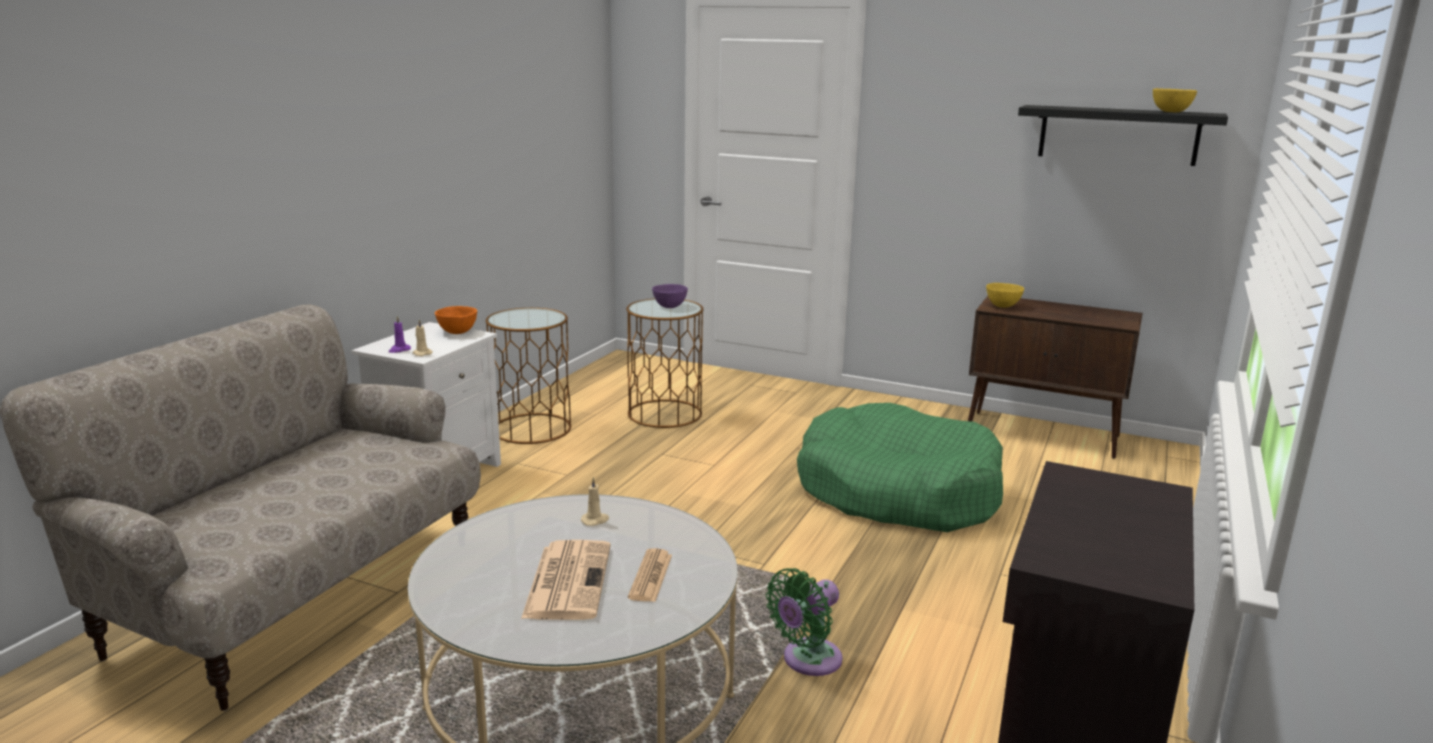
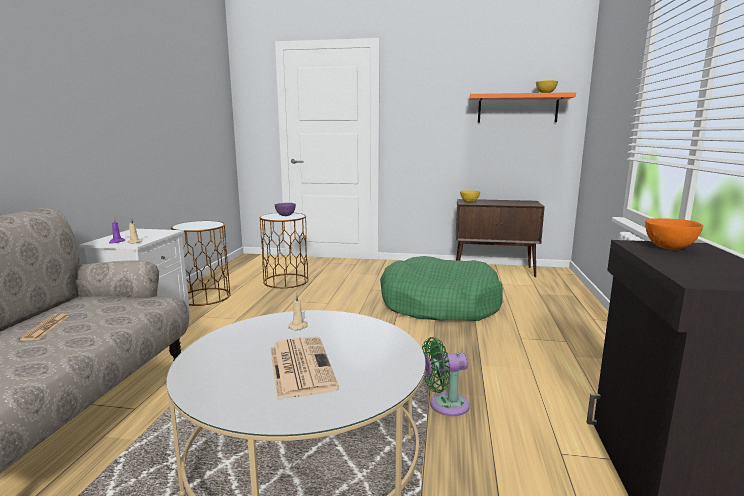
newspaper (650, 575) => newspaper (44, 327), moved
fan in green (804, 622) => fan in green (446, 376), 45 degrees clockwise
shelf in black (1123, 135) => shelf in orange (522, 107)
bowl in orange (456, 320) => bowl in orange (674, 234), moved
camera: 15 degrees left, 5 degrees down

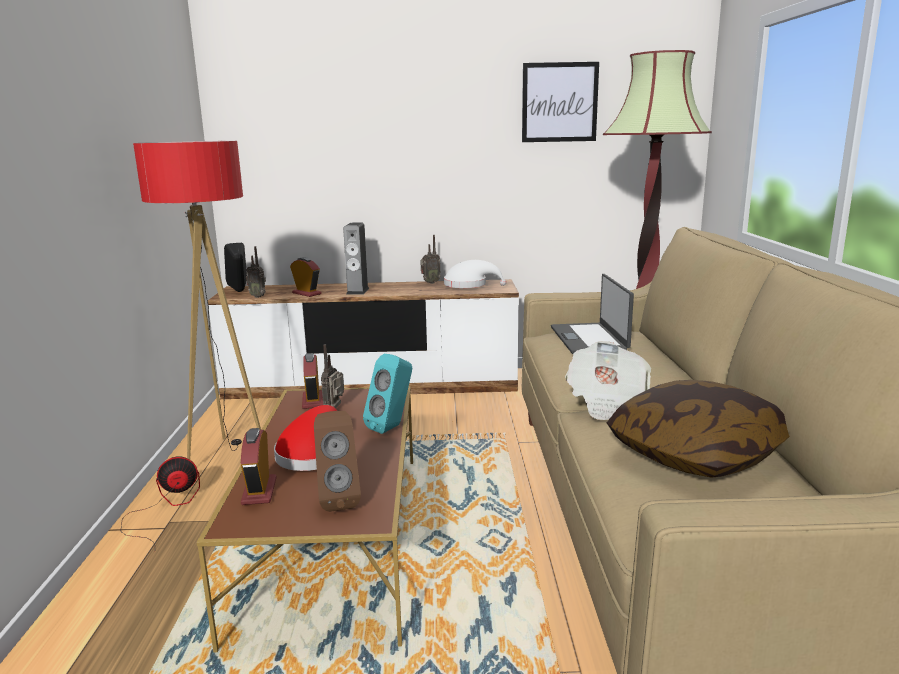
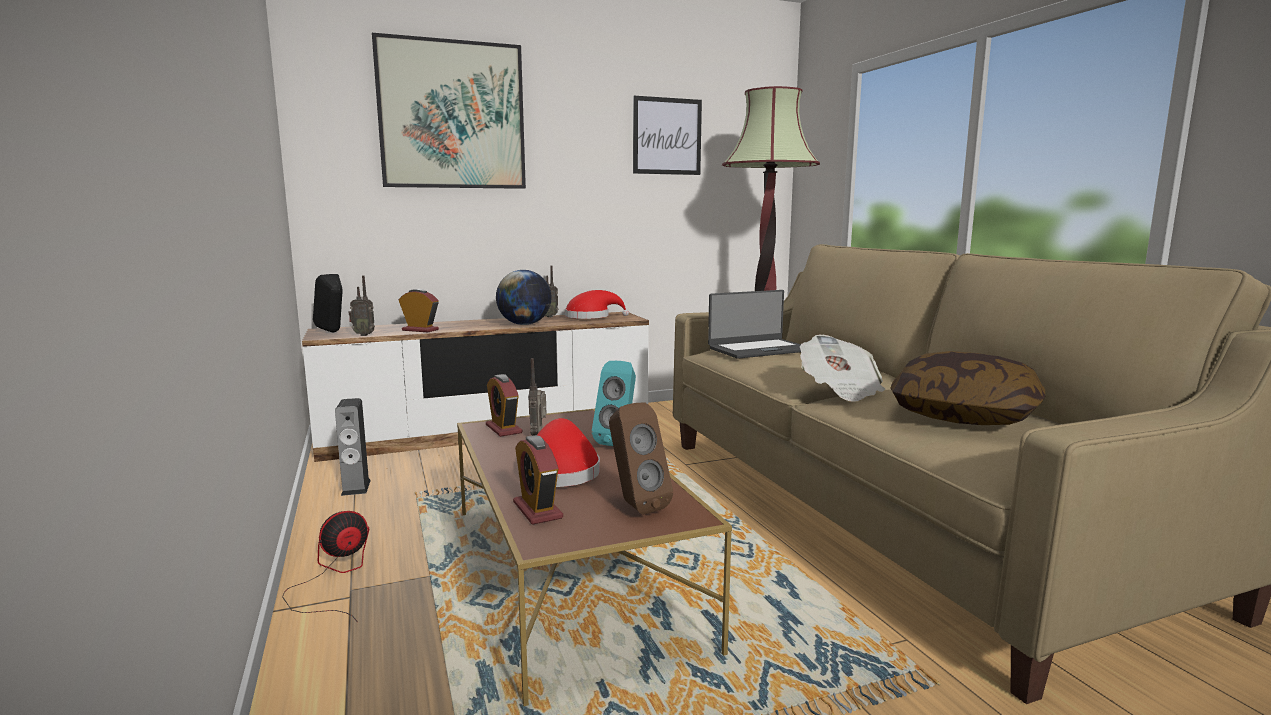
speaker (356, 259) => speaker (353, 447), moved
nothing => picture (449, 111)
nothing => globe (524, 297)
hat in white (475, 274) => hat in red (597, 304)
laptop (592, 314) => laptop (754, 324), 90 degrees counterclockwise
floor lamp (197, 300) => nothing
camera: 20 degrees left, 5 degrees down

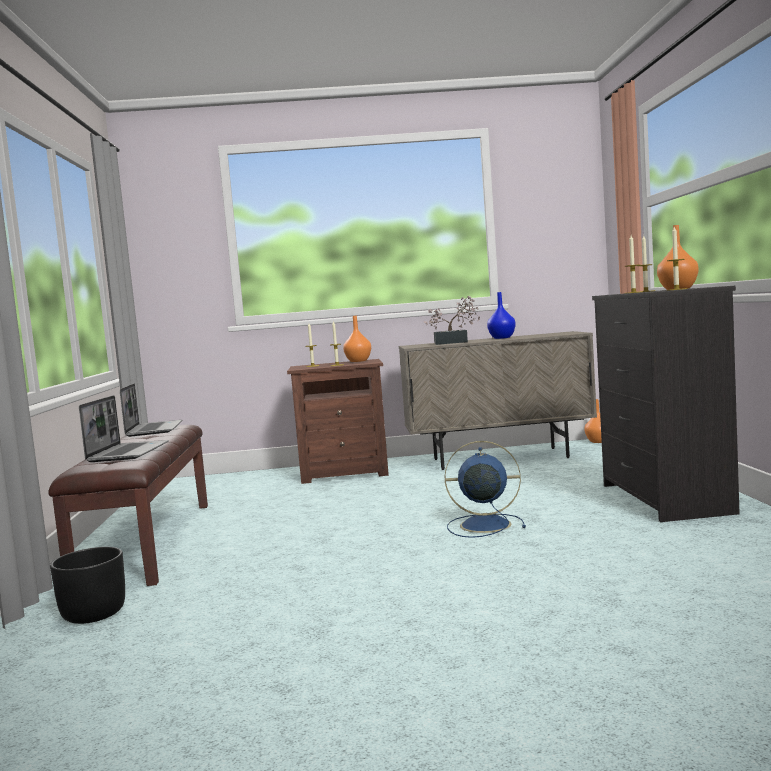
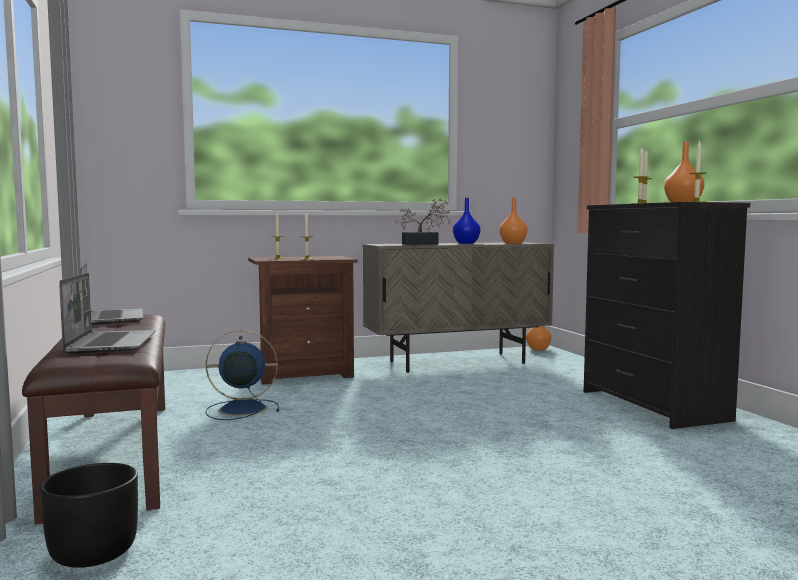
fan in blue (485, 489) => fan in blue (242, 375), moved
vase in orange (357, 339) => vase in orange (513, 220), moved
camera: 15 degrees left, 0 degrees up

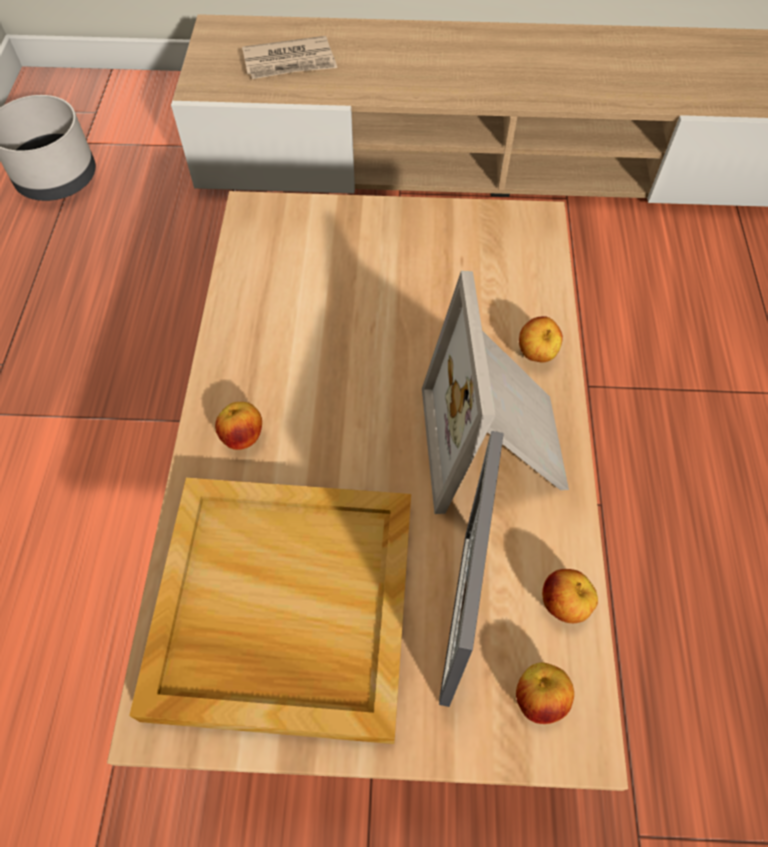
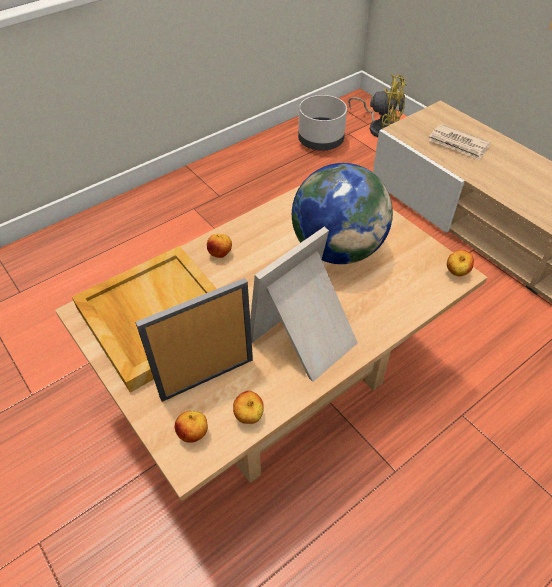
nothing => globe (342, 213)
nothing => fan in yellow (377, 105)
apple (541, 339) => apple (460, 263), moved
camera: 50 degrees right, 10 degrees down

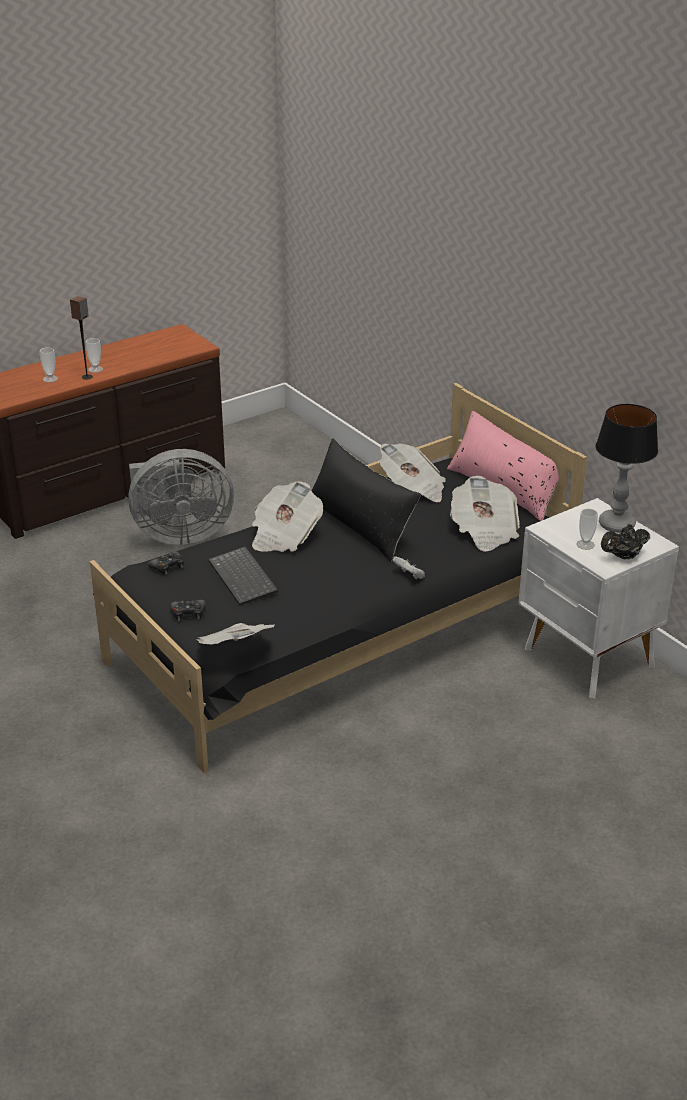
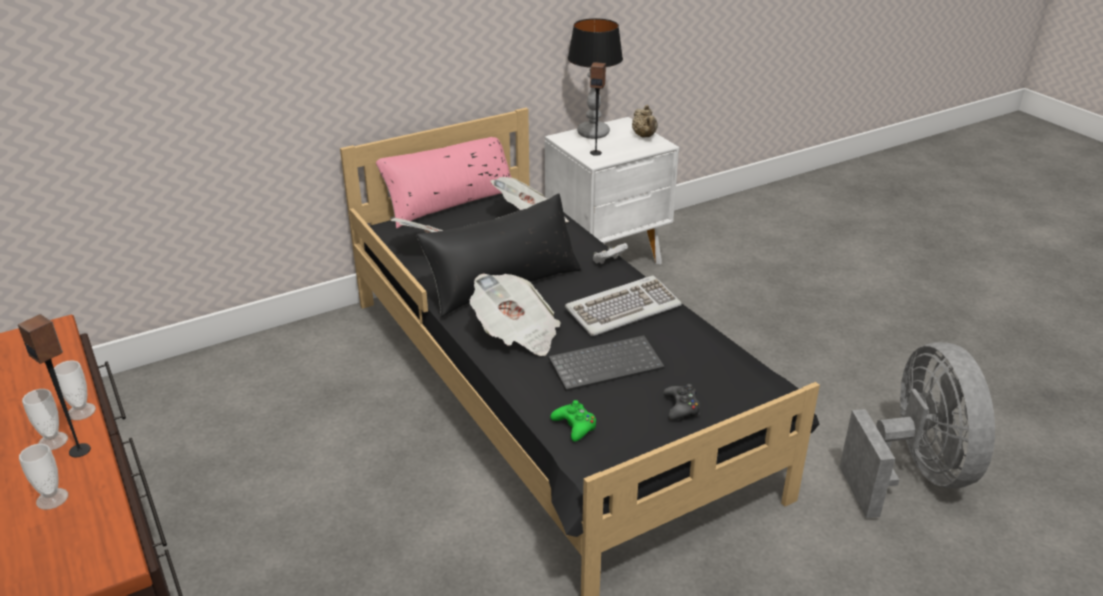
cup (587, 529) => cup (75, 390), moved
game controller in black (166, 563) => game controller in green (573, 421)
nothing => keyboard (623, 305)
nothing => speaker (598, 109)
teapot in black (625, 541) => teapot in beige (645, 121)
fan in grey (181, 497) => fan in grey (917, 430), moved
newspaper (236, 633) => nothing
camera: 85 degrees left, 0 degrees up

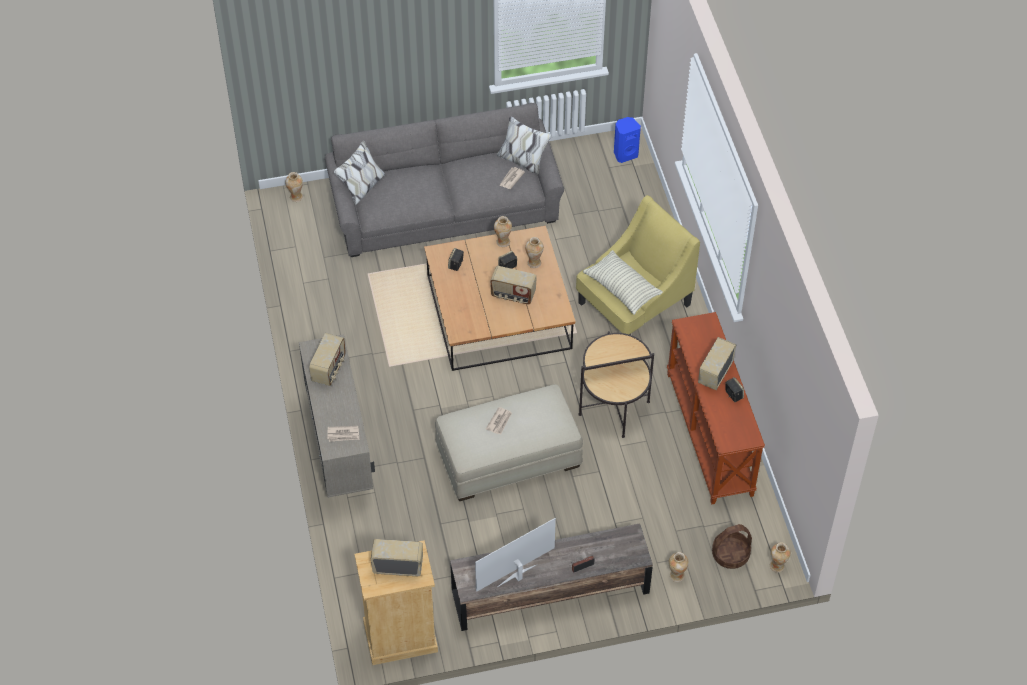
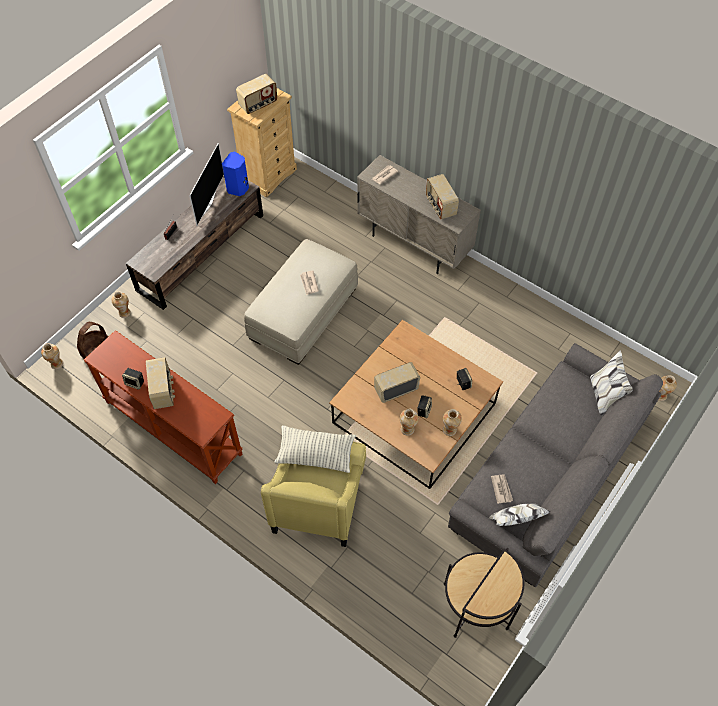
speaker in blue (627, 140) => speaker in blue (235, 174), moved
side table (616, 384) => side table (484, 593), moved
camera: 140 degrees right, 5 degrees up

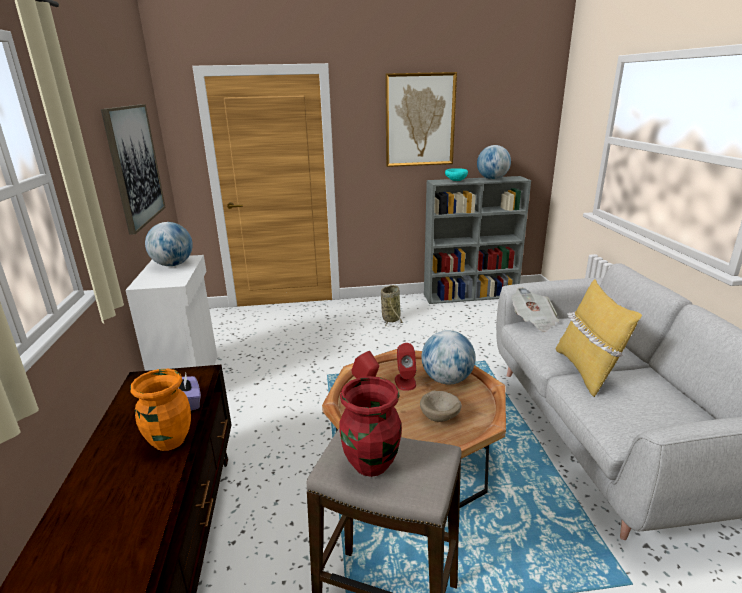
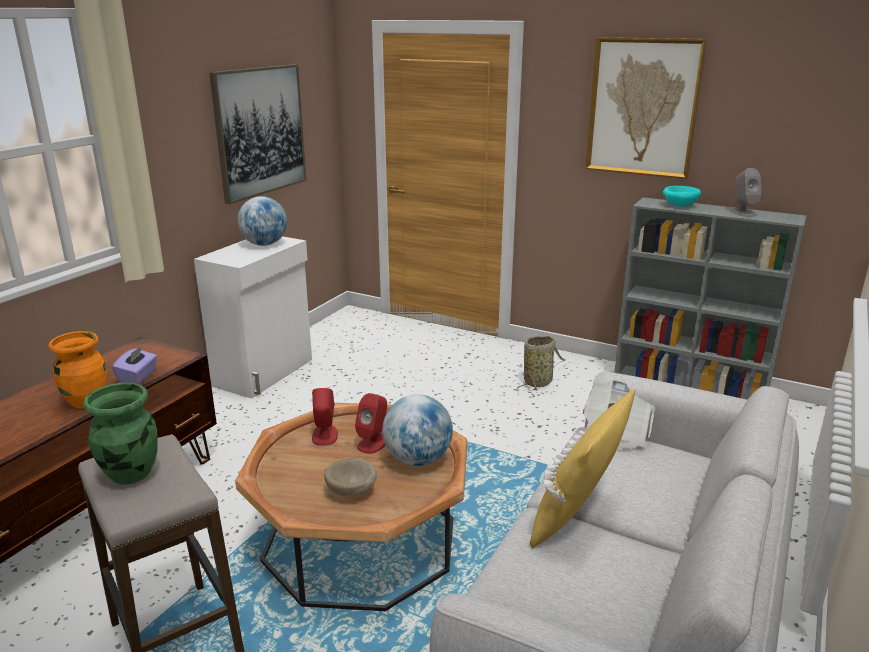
vase in red (370, 426) => vase in green (120, 433)
globe (494, 162) => speaker in grey (746, 192)
camera: 35 degrees right, 0 degrees up

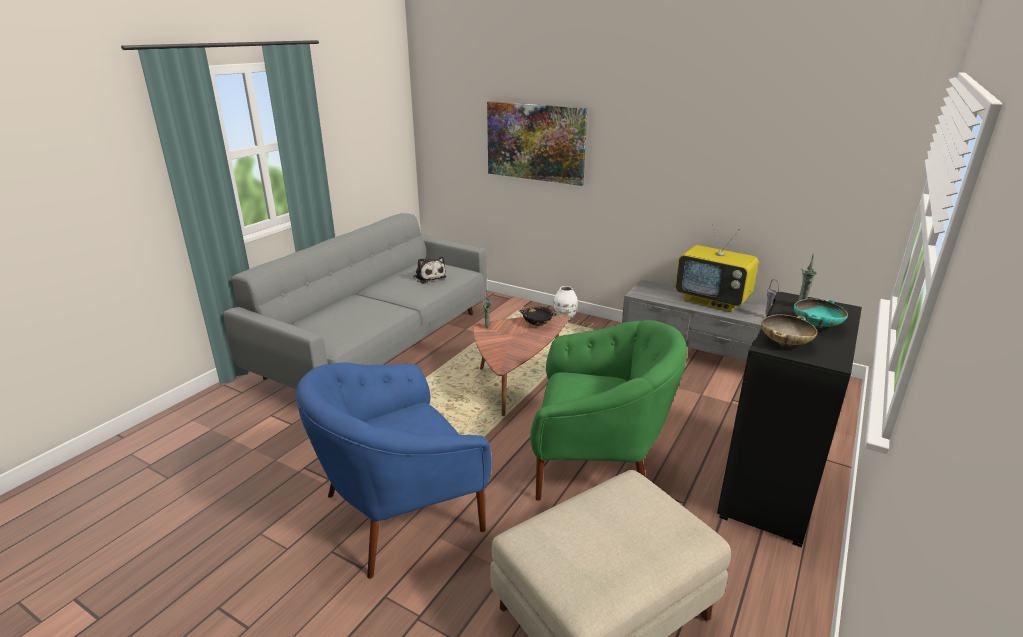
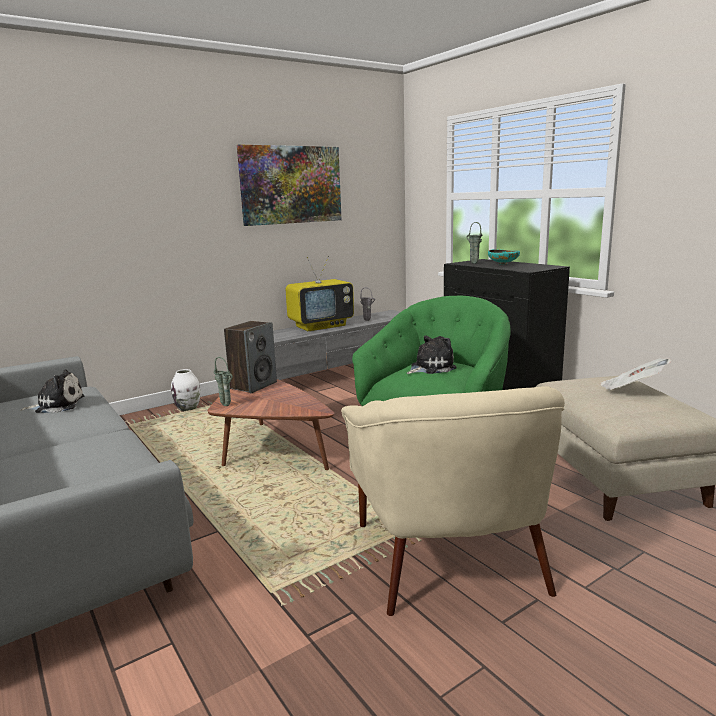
bowl in black (538, 316) => speaker (250, 357)
picture (537, 143) => picture (289, 185), moved
armchair in blue (394, 470) => armchair in beige (453, 501)
nothing => plush toy (432, 354)
nothing => newspaper (635, 374)
bowl in beige (789, 330) => nothing
camera: 65 degrees left, 10 degrees down

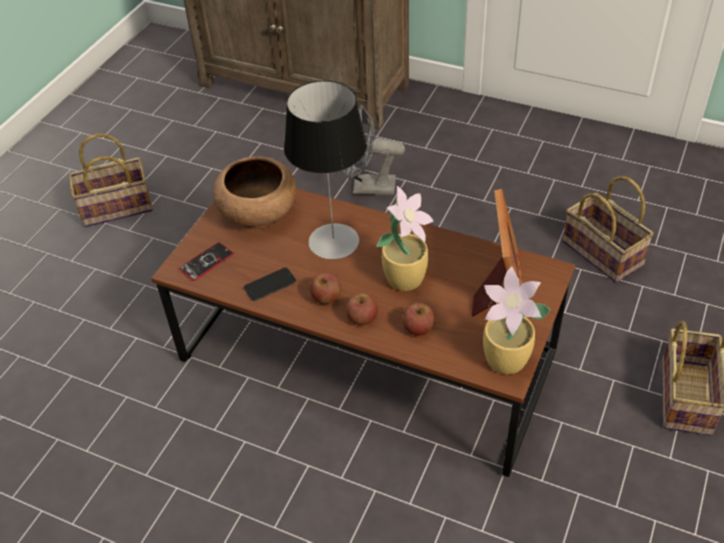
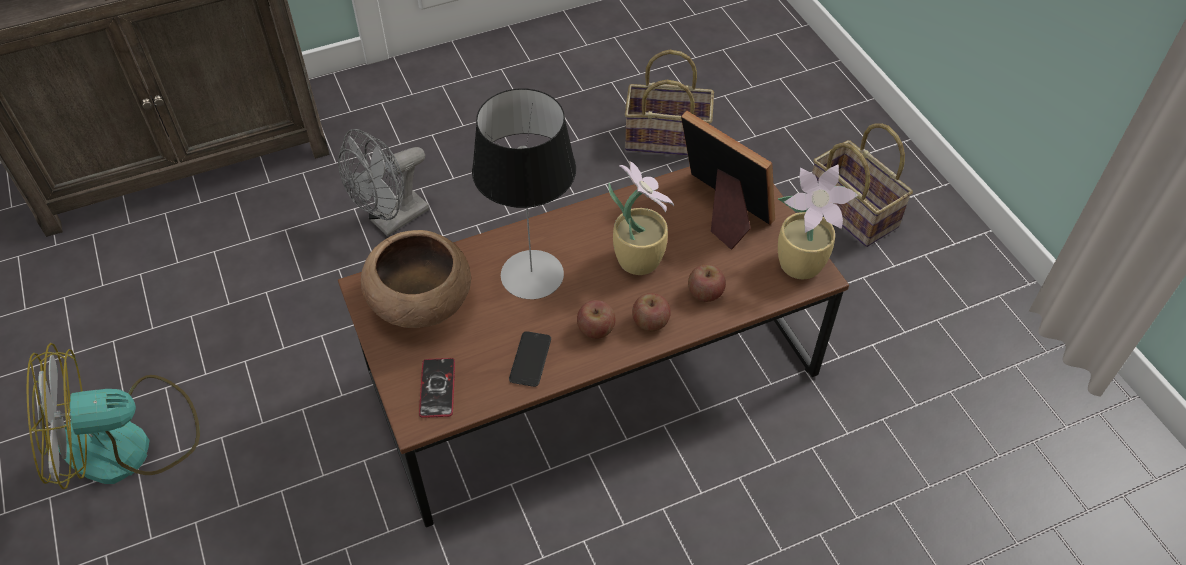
basket (111, 180) => fan (113, 416)
camera: 50 degrees left, 5 degrees up

